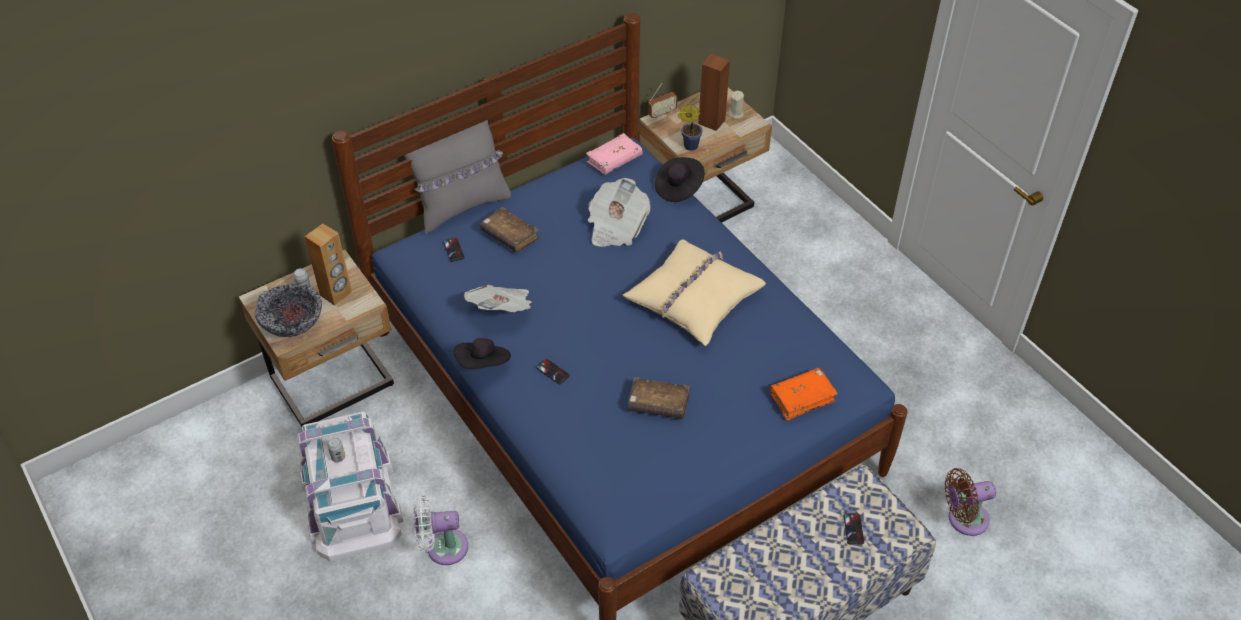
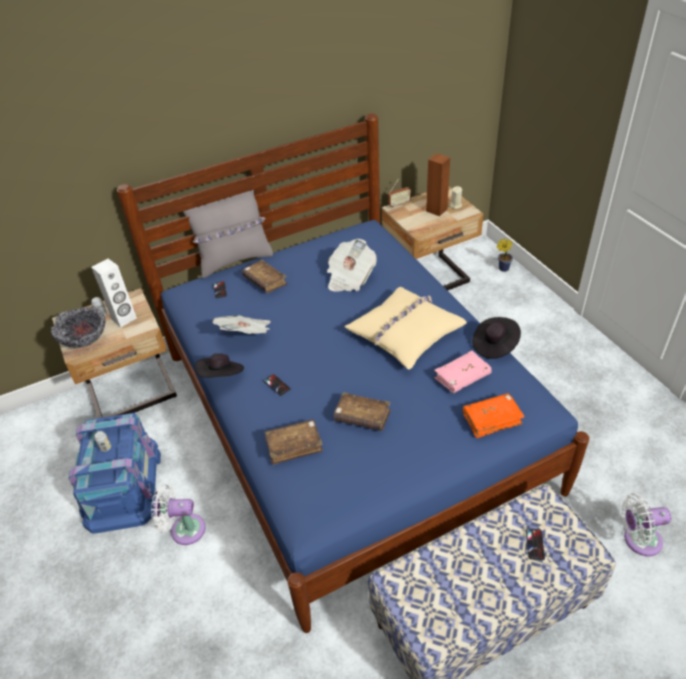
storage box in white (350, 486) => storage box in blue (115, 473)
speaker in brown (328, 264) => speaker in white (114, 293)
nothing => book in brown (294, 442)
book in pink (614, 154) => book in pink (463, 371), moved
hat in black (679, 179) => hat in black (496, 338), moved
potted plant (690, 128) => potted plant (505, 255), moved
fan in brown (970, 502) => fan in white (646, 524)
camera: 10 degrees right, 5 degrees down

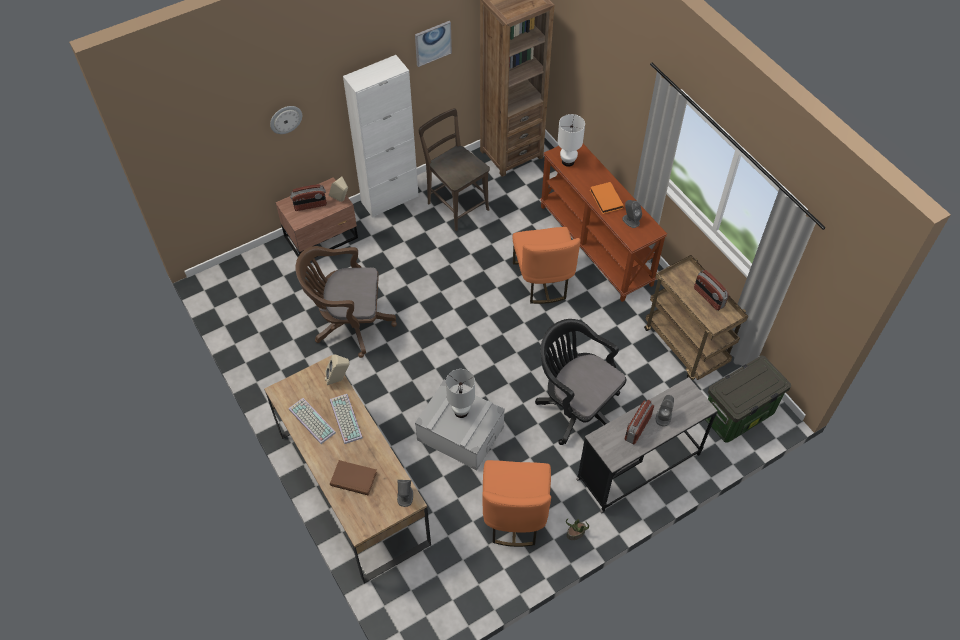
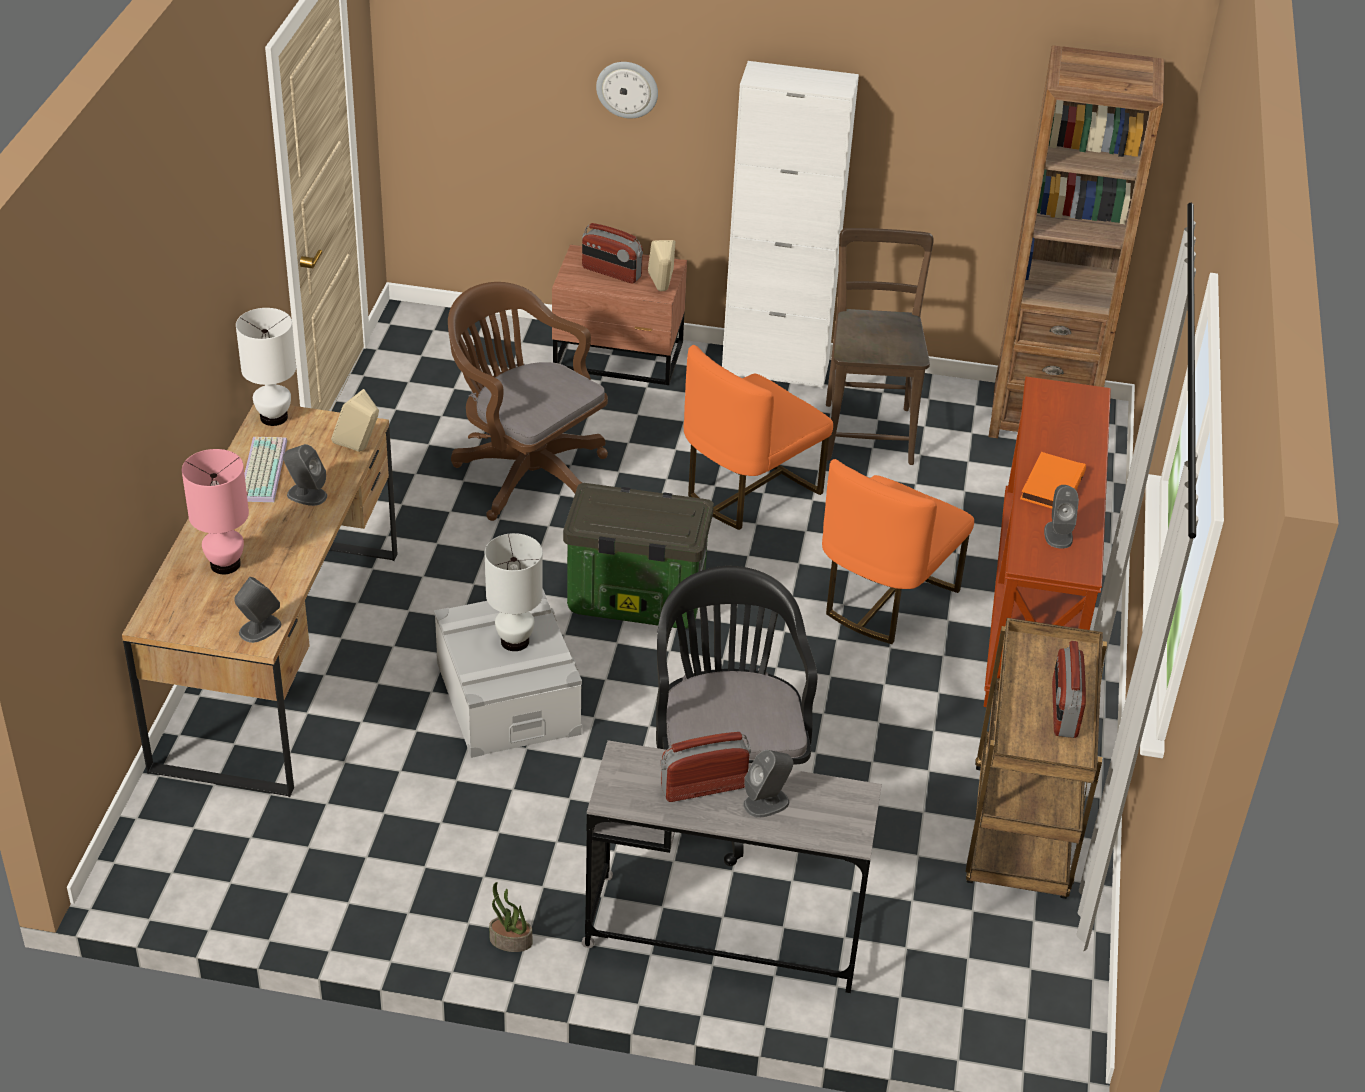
book in brown (353, 478) => table lamp in pink (215, 511)
table lamp in white (571, 140) => table lamp in white (266, 367), moved
keyboard (346, 419) => speaker in grey (305, 475)
storage box (748, 399) => storage box (638, 556), moved
chair in orange (516, 503) => chair in orange (758, 437), moved
picture (433, 44) => nothing
camera: 40 degrees right, 15 degrees down

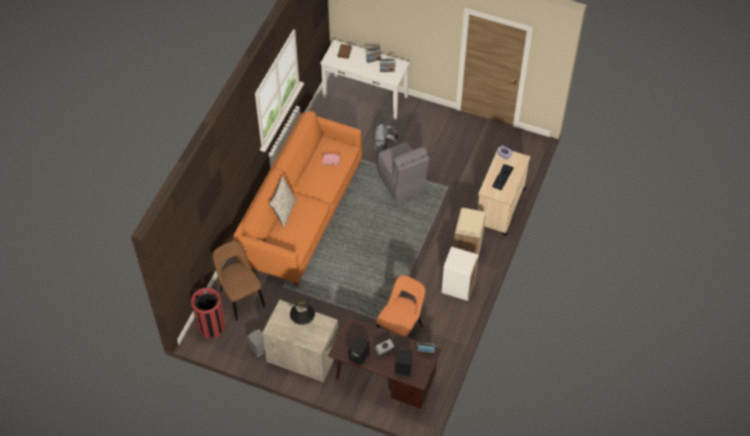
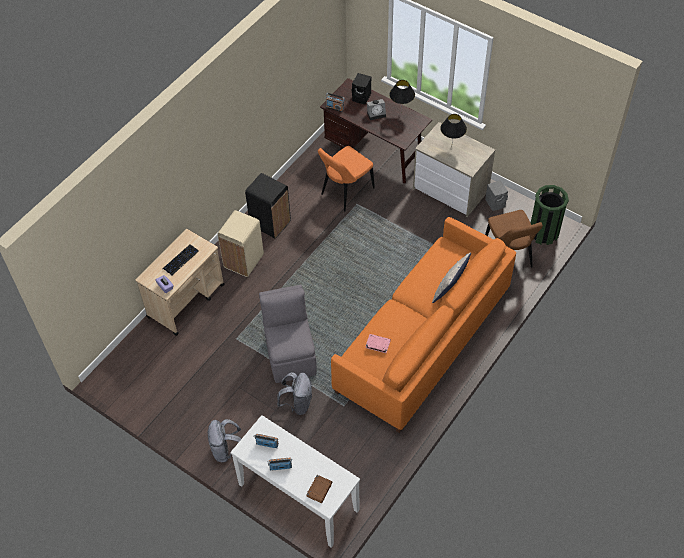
nothing => backpack in grey (224, 440)
trash can in white (459, 273) => trash can in black (268, 205)
speaker in black (359, 350) => table lamp in black (402, 97)
trash can in red (208, 313) => trash can in green (550, 215)
camera: 165 degrees left, 0 degrees up

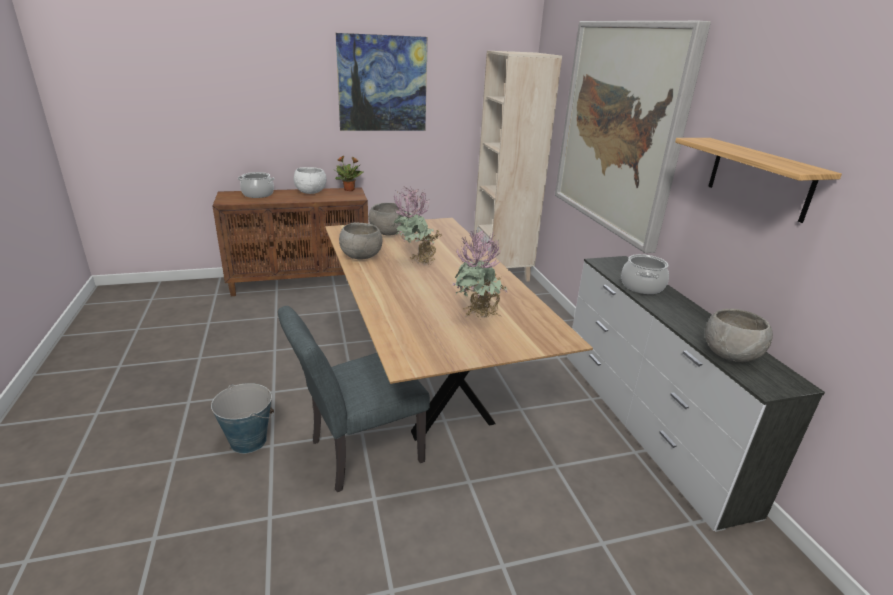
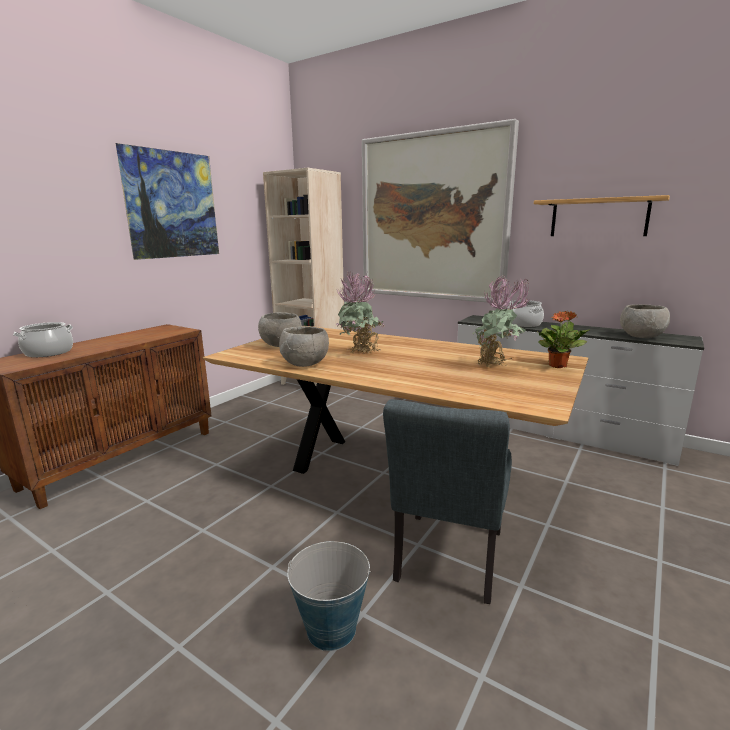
potted plant (349, 173) => potted plant (563, 339), moved
bowl in white (310, 180) => nothing
camera: 40 degrees left, 10 degrees down

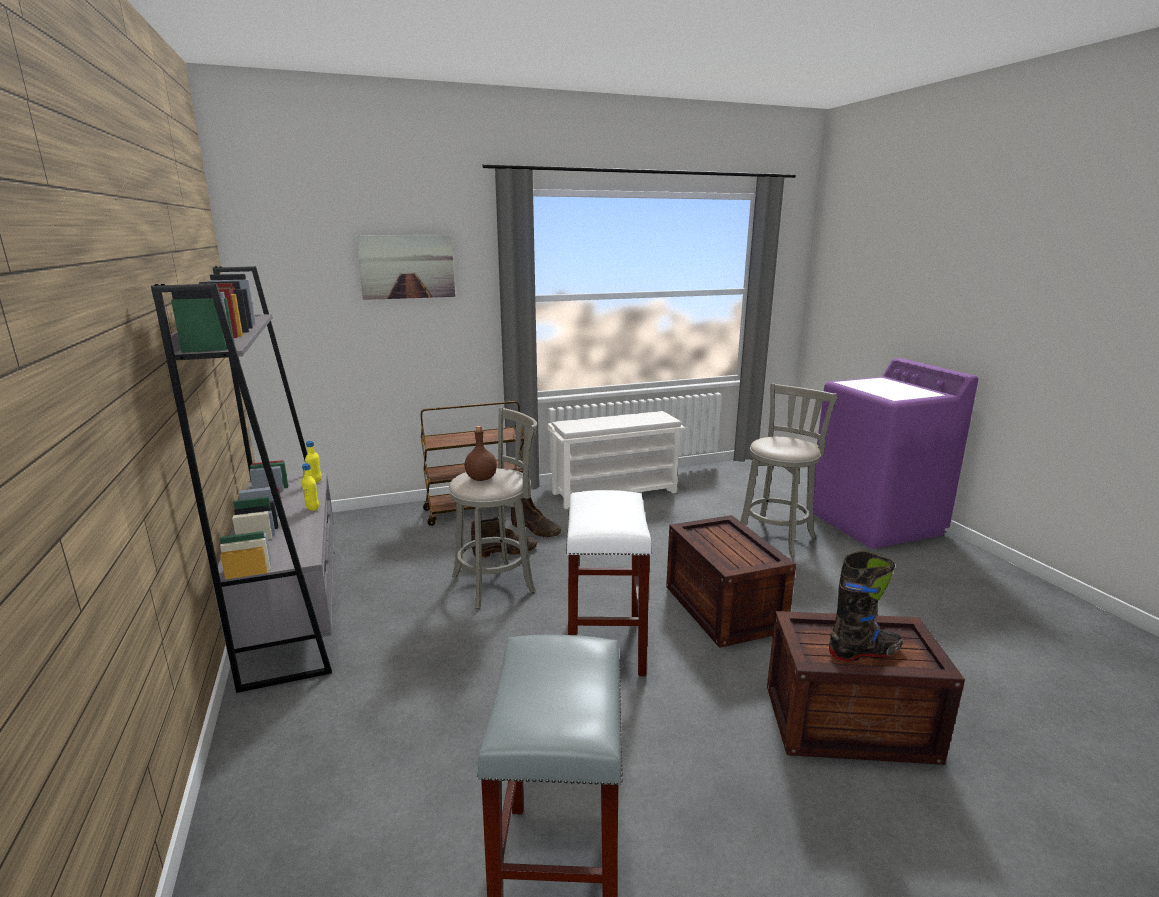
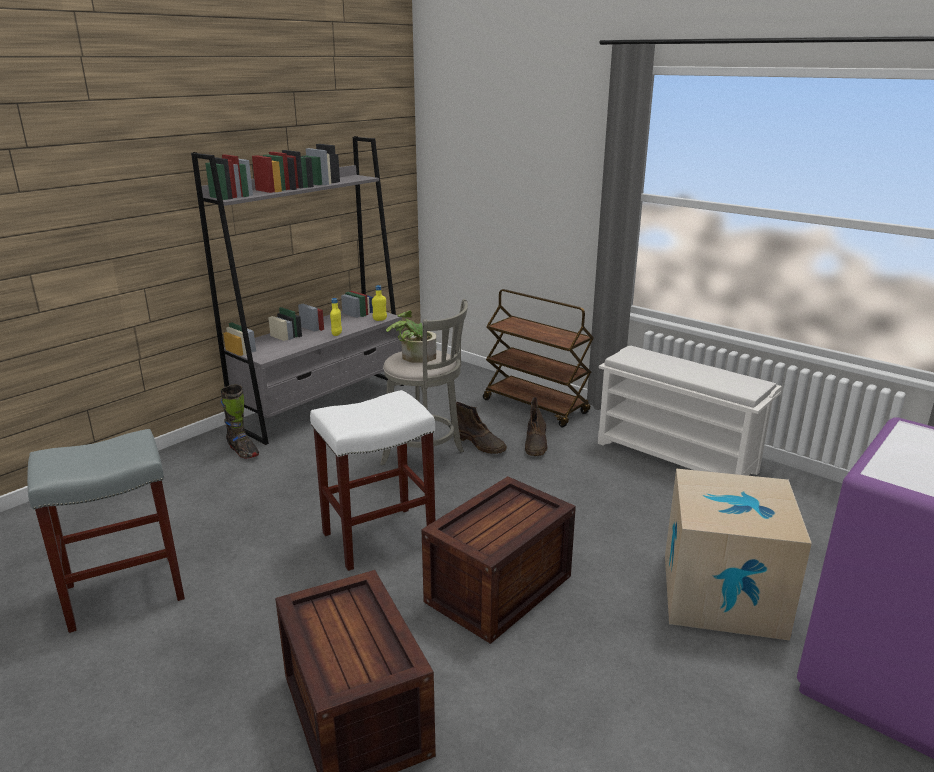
boot in black (866, 606) => boot in black (239, 421), moved
bottle in brown (481, 453) => potted plant (411, 337)
stool in grey (789, 469) => cardboard box (738, 555)
picture (405, 267) => nothing
camera: 60 degrees right, 5 degrees up

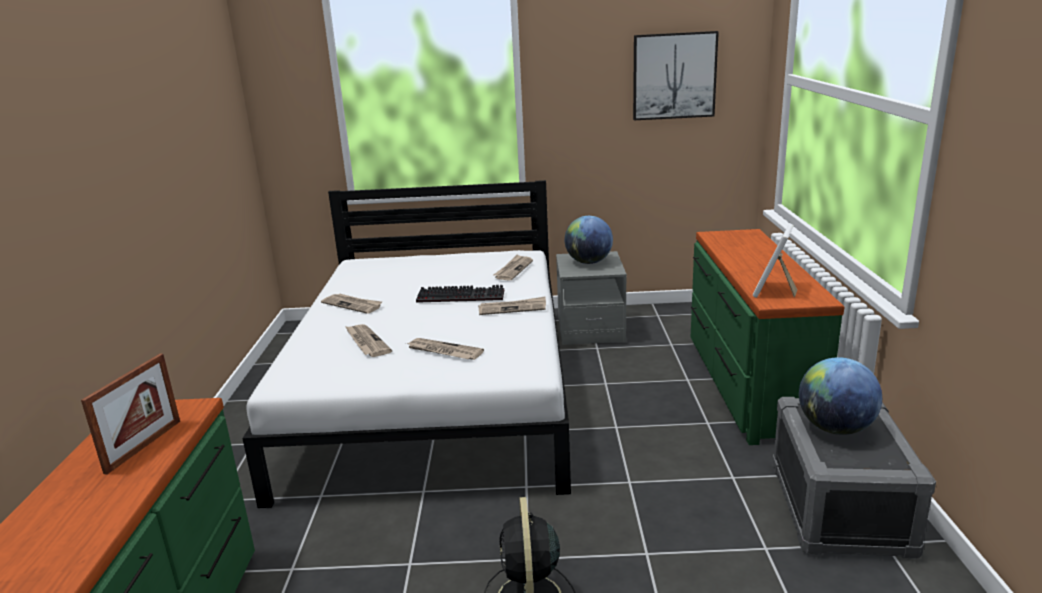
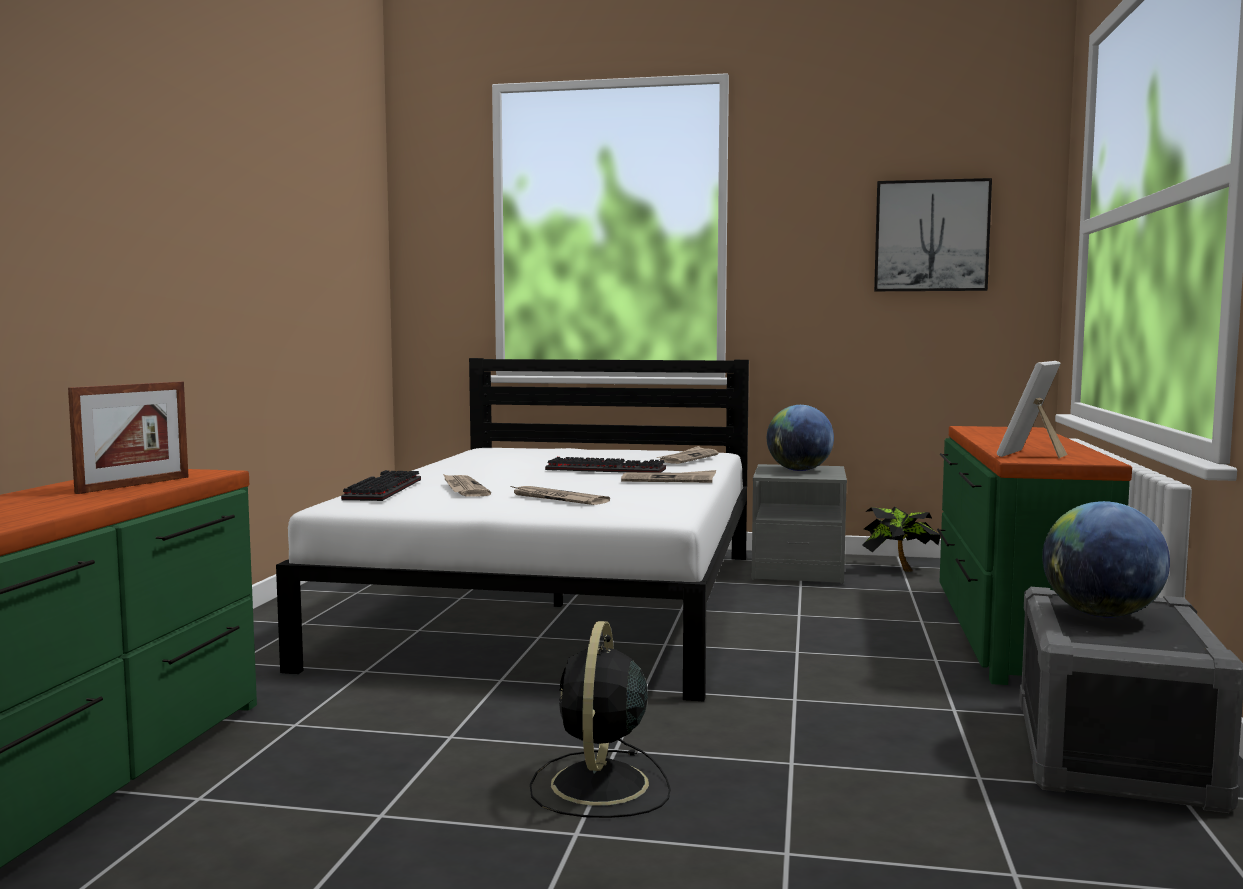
nothing => keyboard (381, 485)
nothing => potted plant (901, 539)
newspaper (351, 303) => nothing
camera: 10 degrees right, 15 degrees down

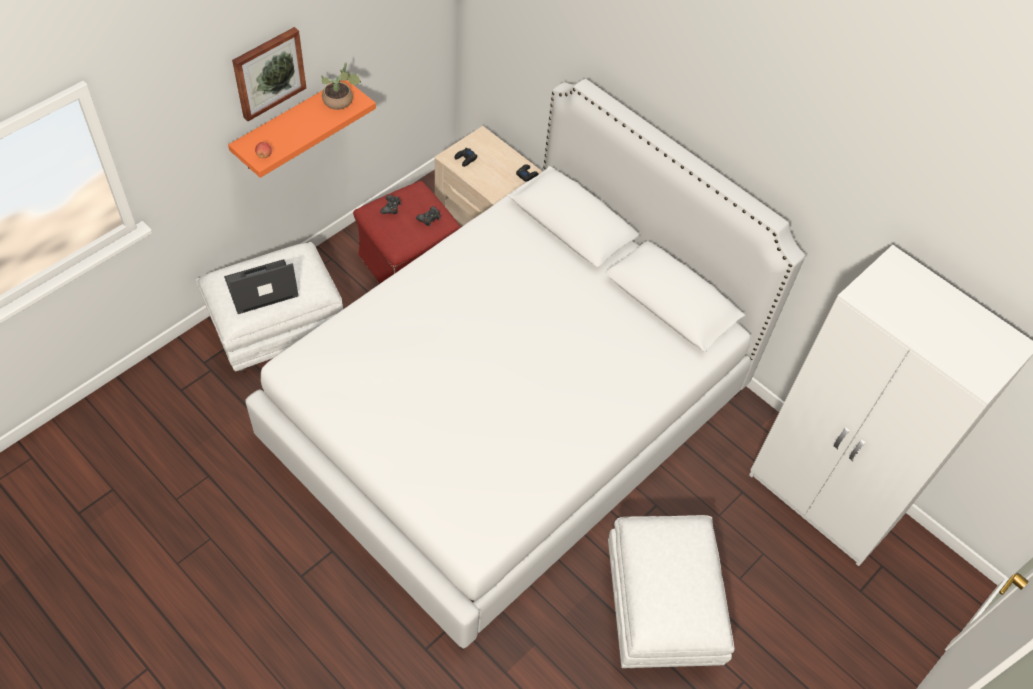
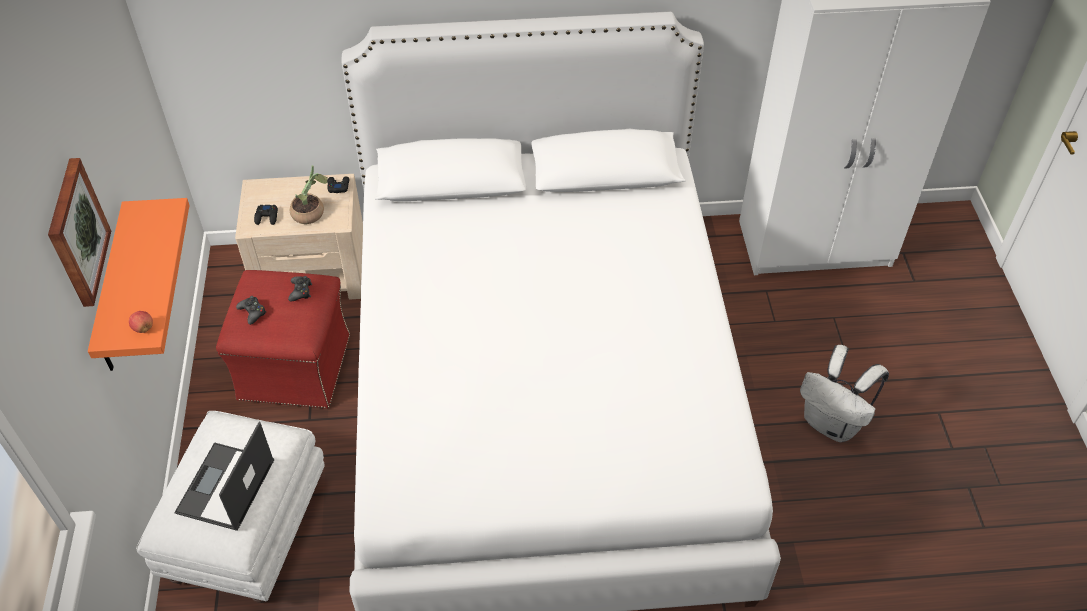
potted plant (341, 86) => potted plant (308, 194), moved
ottoman in white (671, 592) => backpack in white (844, 393)
camera: 45 degrees left, 5 degrees down

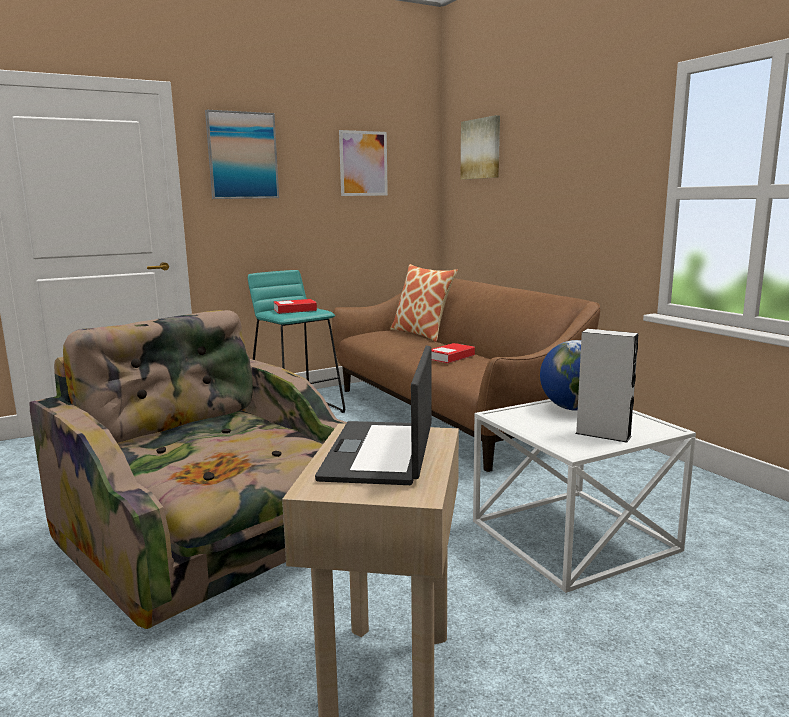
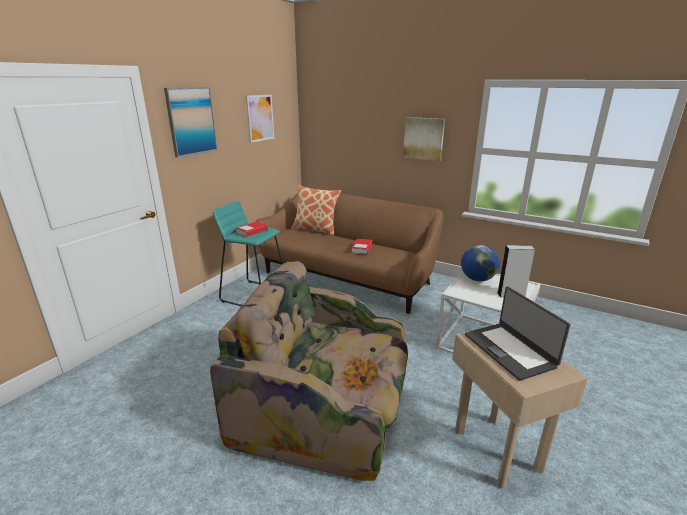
picture (480, 147) => picture (424, 139), moved
camera: 30 degrees left, 10 degrees up

